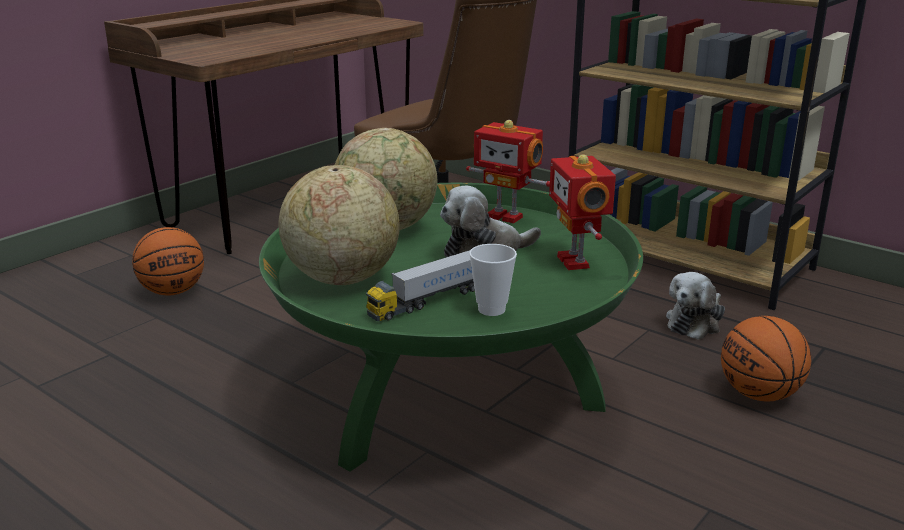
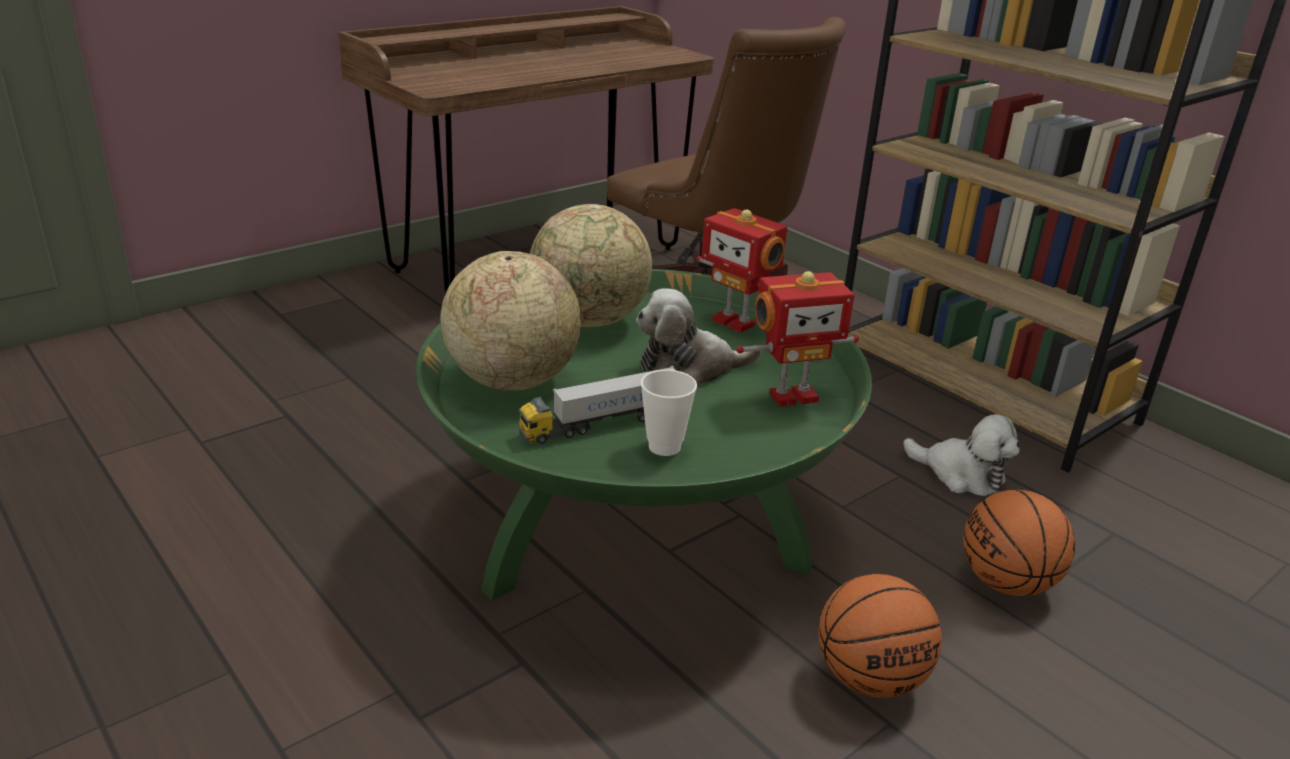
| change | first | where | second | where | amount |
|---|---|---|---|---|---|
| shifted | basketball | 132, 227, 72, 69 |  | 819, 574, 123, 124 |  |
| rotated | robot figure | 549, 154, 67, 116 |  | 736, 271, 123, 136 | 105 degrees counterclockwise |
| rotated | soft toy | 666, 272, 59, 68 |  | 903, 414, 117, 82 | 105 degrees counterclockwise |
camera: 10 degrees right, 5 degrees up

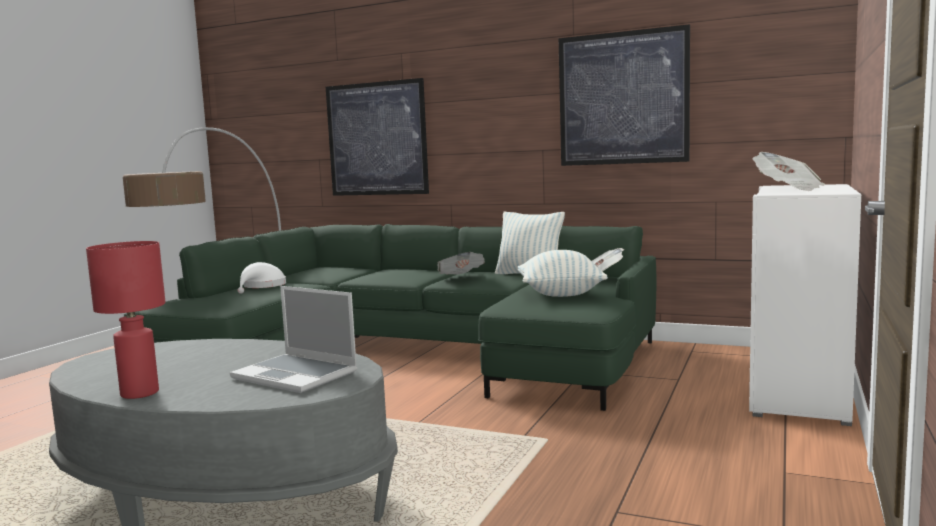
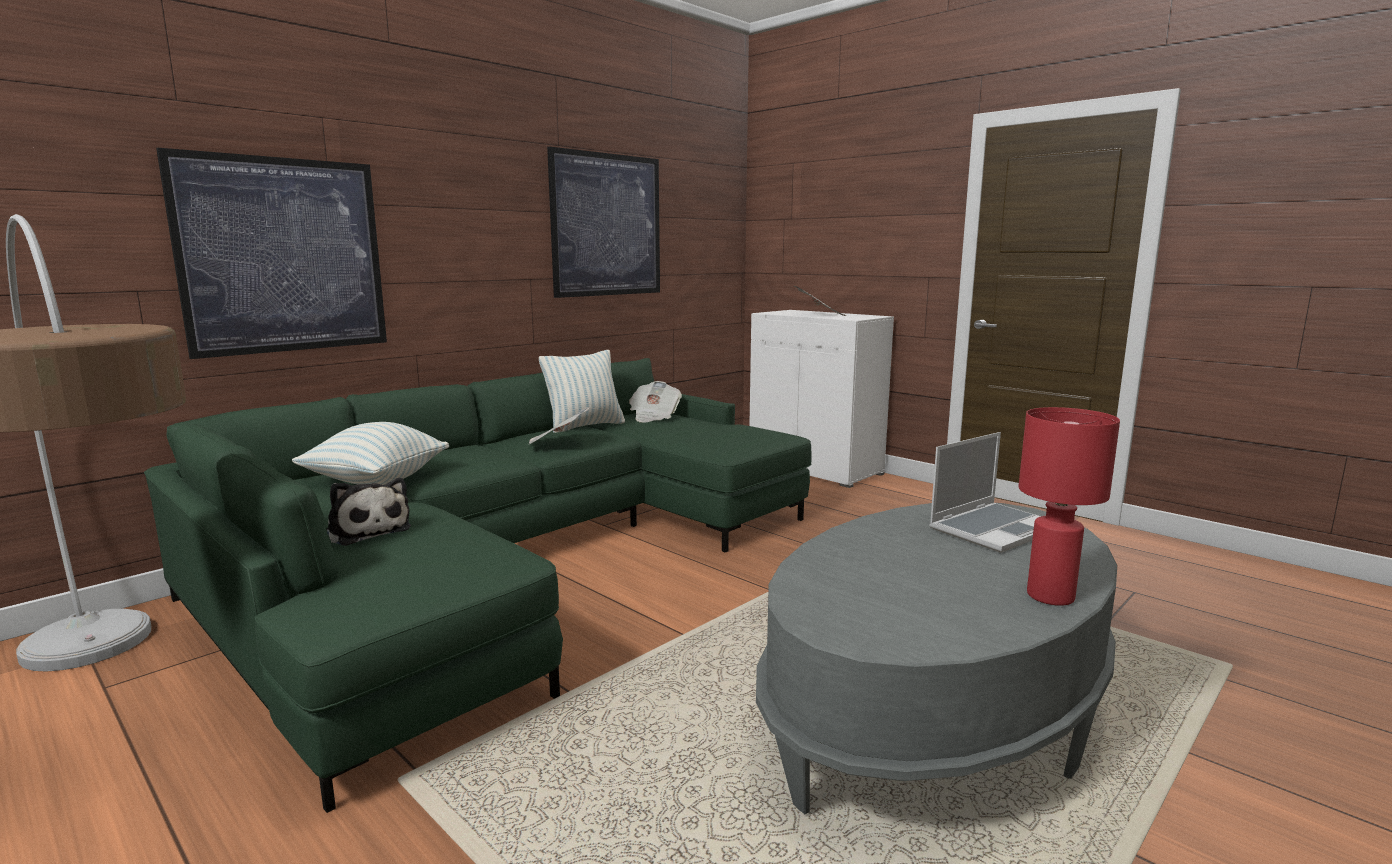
| change | first | where | second | where | amount |
|---|---|---|---|---|---|
| swapped | white wearable hat | 238, 262, 48, 32 | soft toy | 326, 478, 85, 68 |  |
| shifted | throw pillow | 518, 250, 90, 47 |  | 292, 422, 157, 63 |  |
camera: 70 degrees left, 5 degrees up

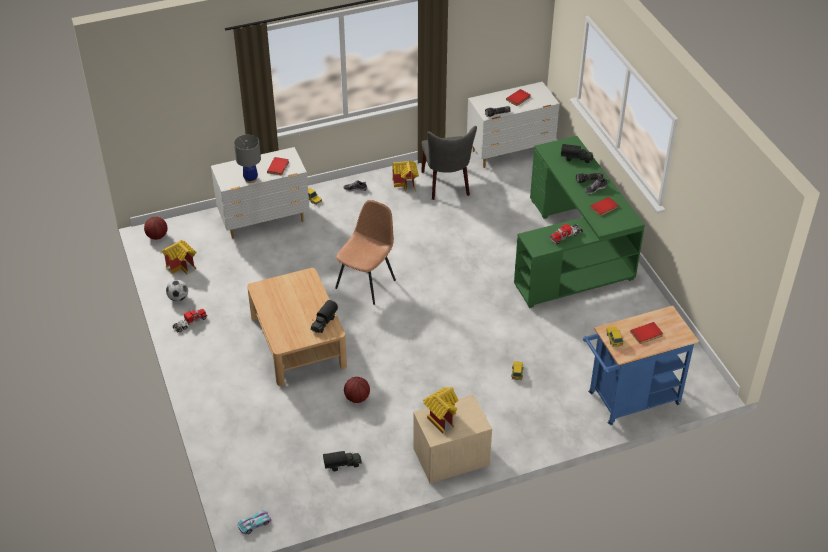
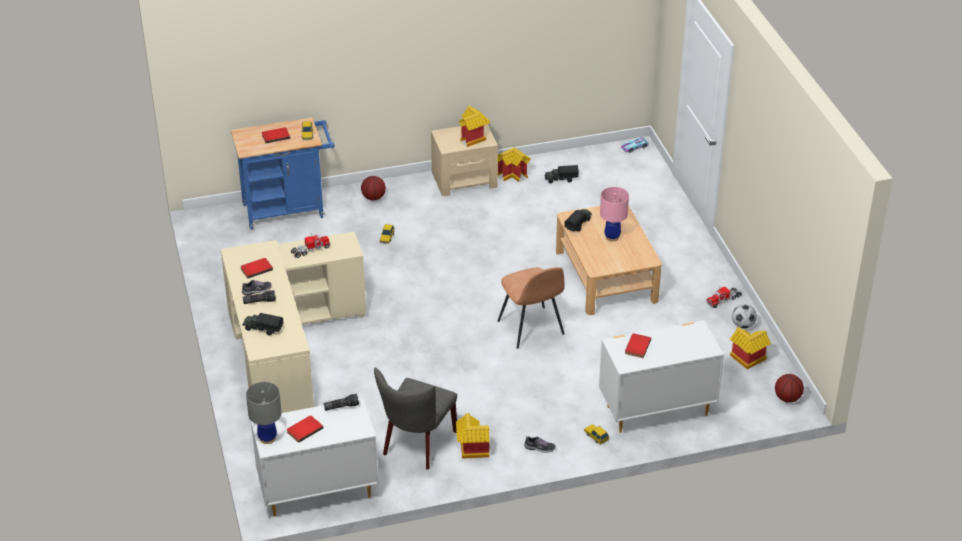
| change | first | where | second | where | amount |
|---|---|---|---|---|---|
| shifted | grey tabletop lamp | 234, 135, 27, 48 |  | 246, 382, 36, 62 |  |
| rotated | brownish chair | 335, 200, 61, 105 |  | 498, 267, 67, 82 | 60 degrees counterclockwise |
| shifted | basketball | 344, 377, 26, 26 |  | 361, 176, 25, 25 |  |
| rotated | grey chair | 421, 126, 56, 74 |  | 374, 368, 83, 102 | 150 degrees counterclockwise |
| repainted | green-coloured desk unit | 514, 136, 131, 172 | beige-coloured desk unit | 221, 231, 145, 182 |  |
| new |  |  | miniature house | 497, 147, 34, 35 |  |
| new |  |  | pink-coloured tabletop lamp | 600, 187, 29, 54 |  |
camera: 175 degrees left, 5 degrees down

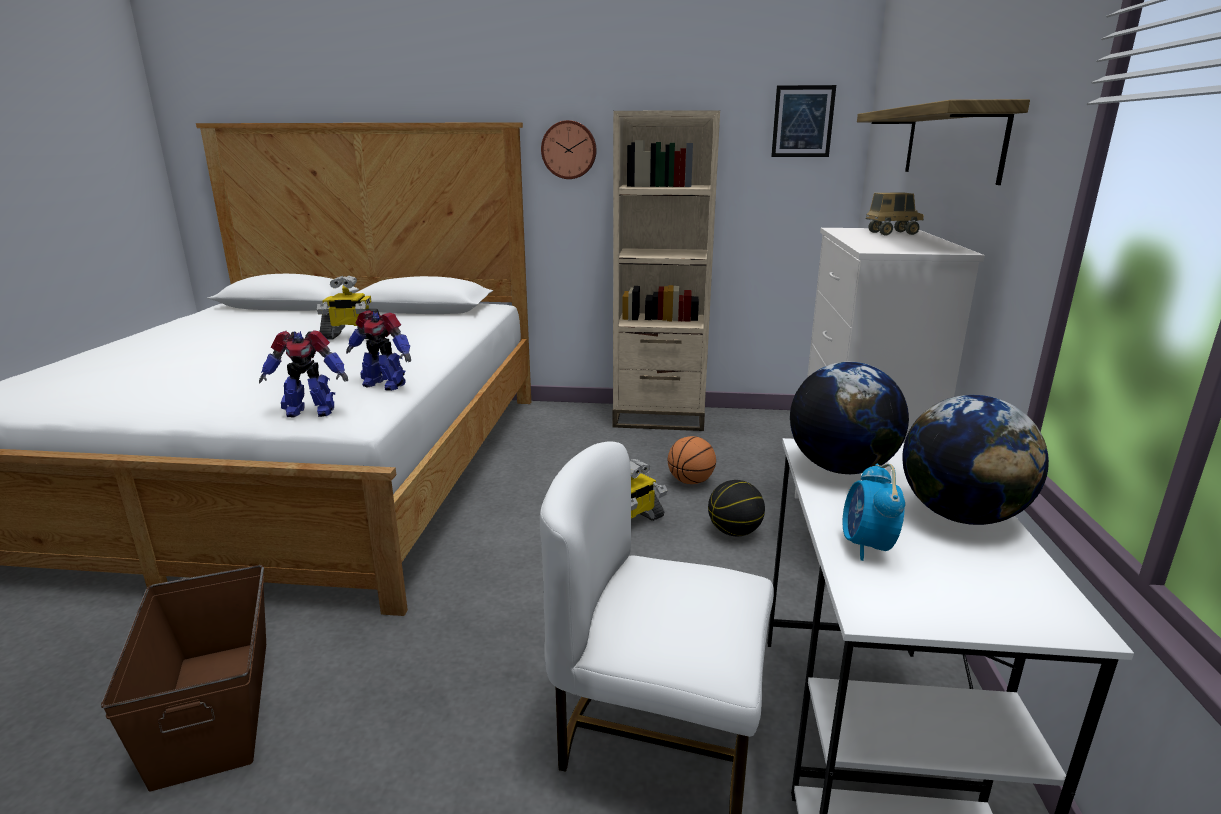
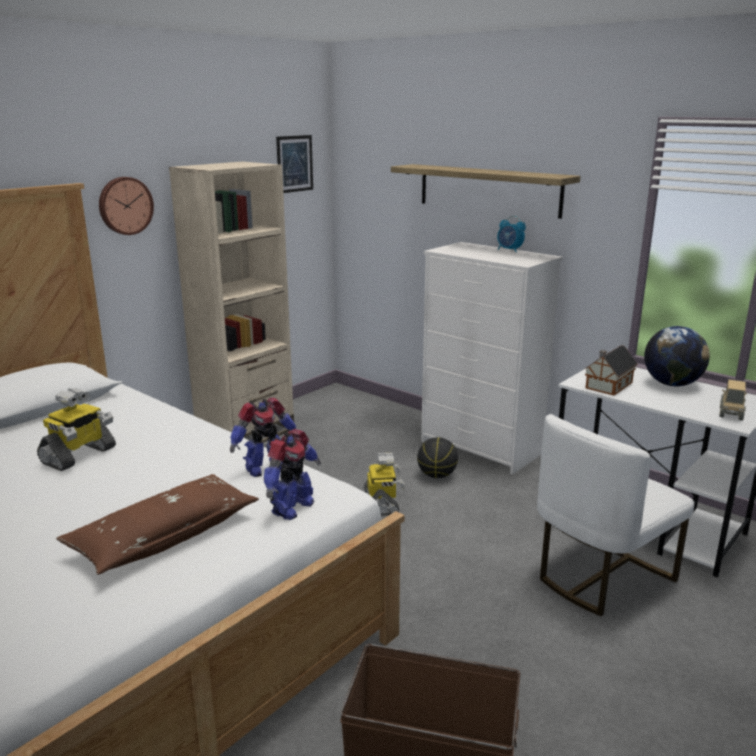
| change | first | where | second | where | amount |
|---|---|---|---|---|---|
| gone | basketball | 668, 436, 48, 48 |  |  |  |
| swapped | desk globe | 790, 362, 119, 112 | miniature house | 584, 345, 54, 50 |  |
| shifted | bedside clock | 842, 463, 63, 98 |  | 497, 216, 29, 36 |  |
| shifted | toy lorry | 866, 192, 58, 43 |  | 719, 379, 28, 41 |  |
| new |  |  | brownish throw pillow | 56, 474, 203, 101 |  |
camera: 55 degrees left, 0 degrees up

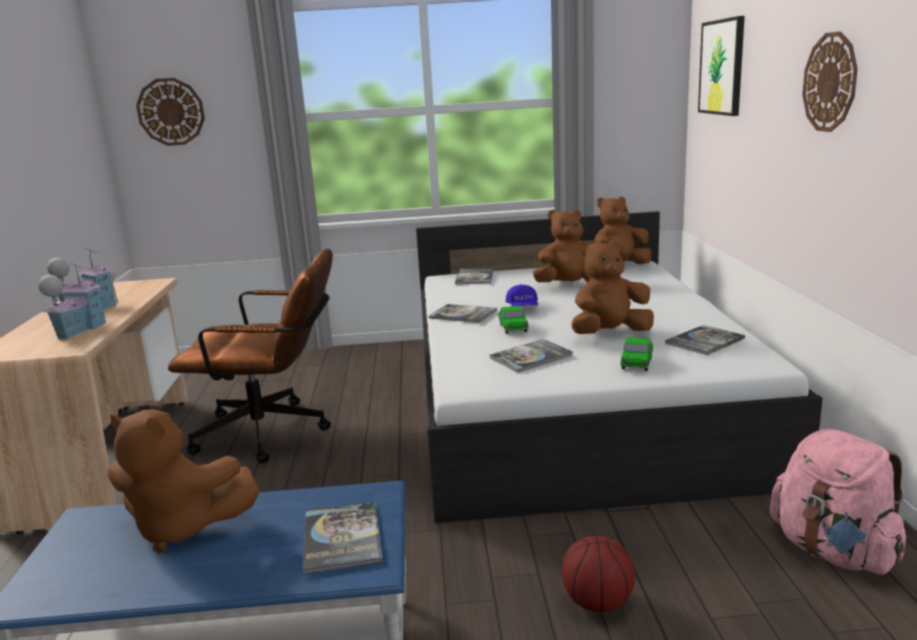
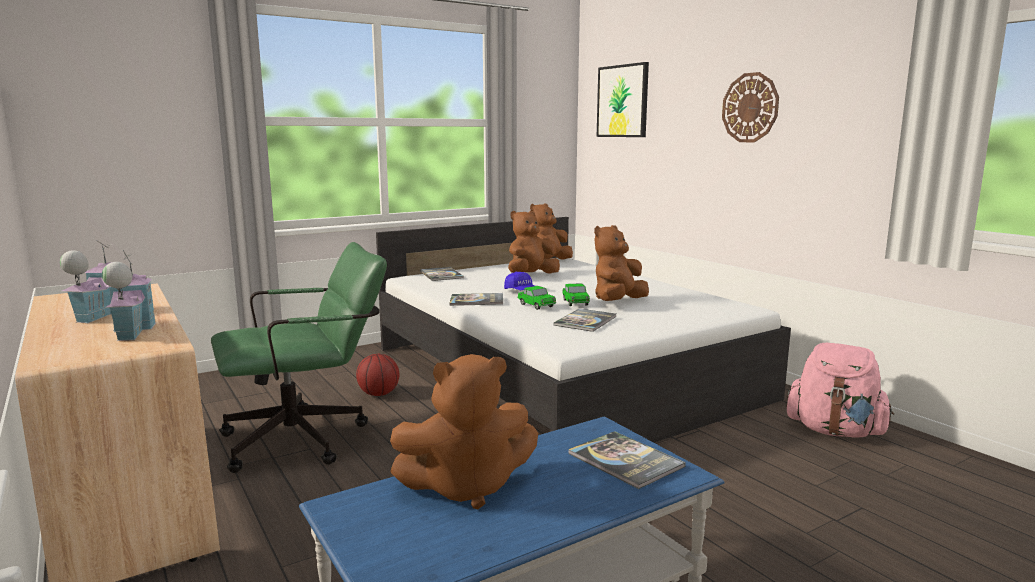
| change | first | where | second | where | amount |
|---|---|---|---|---|---|
| gone | hanging clock | 136, 78, 69, 68 |  |  |  |
| repainted | brownish computer chair | 168, 248, 165, 215 | green-coloured computer chair | 211, 242, 176, 231 |  |
| shifted | basketball | 562, 536, 73, 76 |  | 356, 354, 43, 42 |  |
| shifted | model car | 621, 337, 32, 34 |  | 562, 283, 28, 23 |  |
| gone | volume | 665, 325, 80, 30 |  |  |  |
camera: 30 degrees left, 5 degrees down

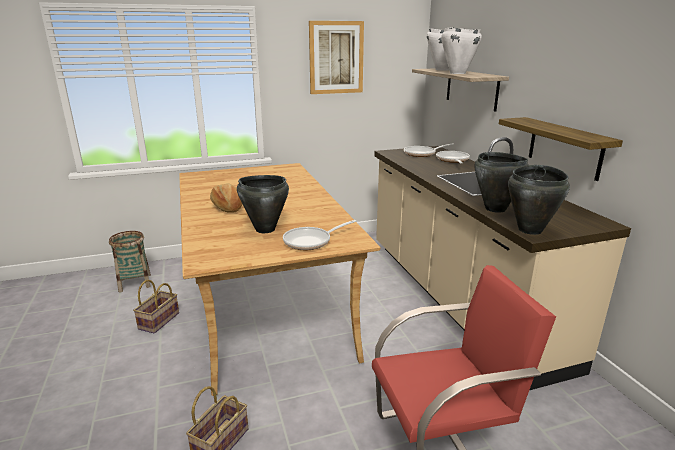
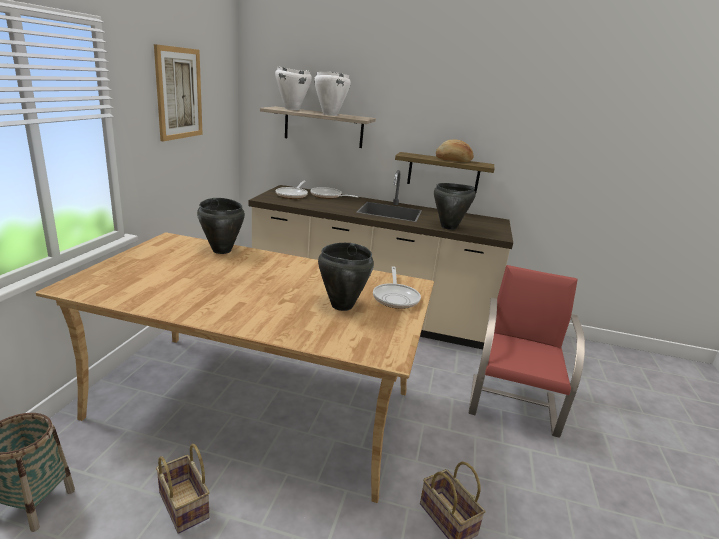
| change | first | where | second | where | amount |
|---|---|---|---|---|---|
| shifted | baked bread | 210, 183, 32, 30 |  | 436, 139, 37, 23 |  |
| shifted | black-coloured stockpot | 508, 165, 62, 70 |  | 197, 198, 48, 56 |  |
camera: 60 degrees left, 0 degrees up

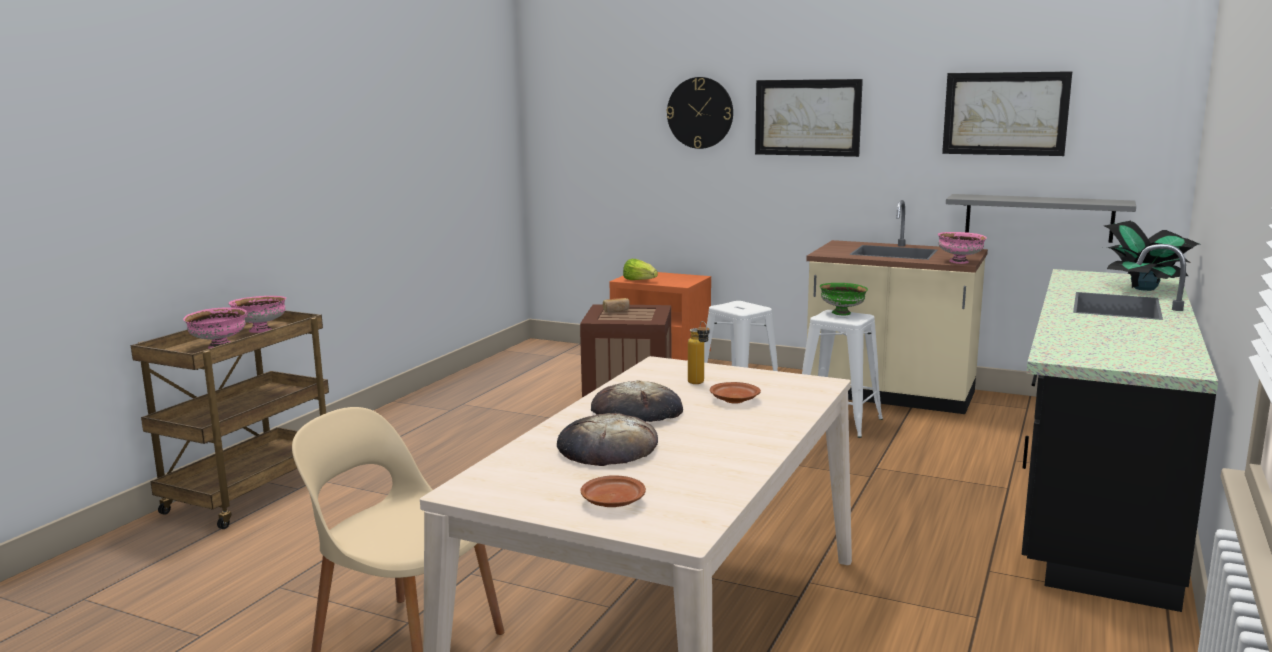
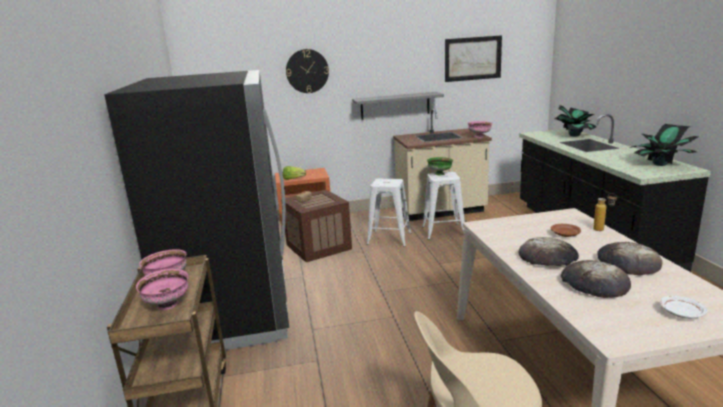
| change | first | where | second | where | amount |
|---|---|---|---|---|---|
| repainted | brownish flat dish | 580, 475, 66, 32 | white flat dish | 660, 296, 48, 23 |  |
| shifted | drink bottle | 688, 321, 22, 63 |  | 593, 193, 24, 38 |  |
| gone | wall art | 755, 79, 108, 78 |  |  |  |
| shifted | grey bracket shelf | 946, 194, 190, 49 |  | 352, 92, 92, 28 |  |
| new |  |  | black-coloured kitchen fridge | 104, 70, 185, 280 |  |
| new |  |  | baked bread | 597, 242, 65, 33 |  |
| new |  |  | plant in a pot | 630, 124, 68, 42 |  |
camera: 35 degrees left, 5 degrees up

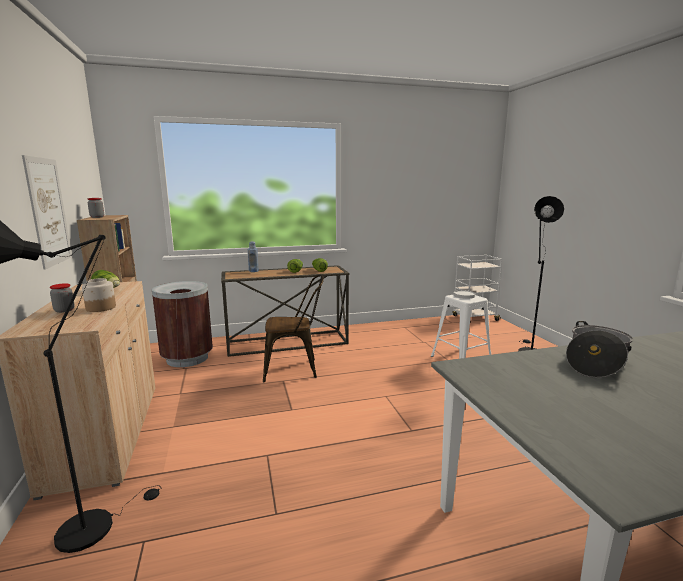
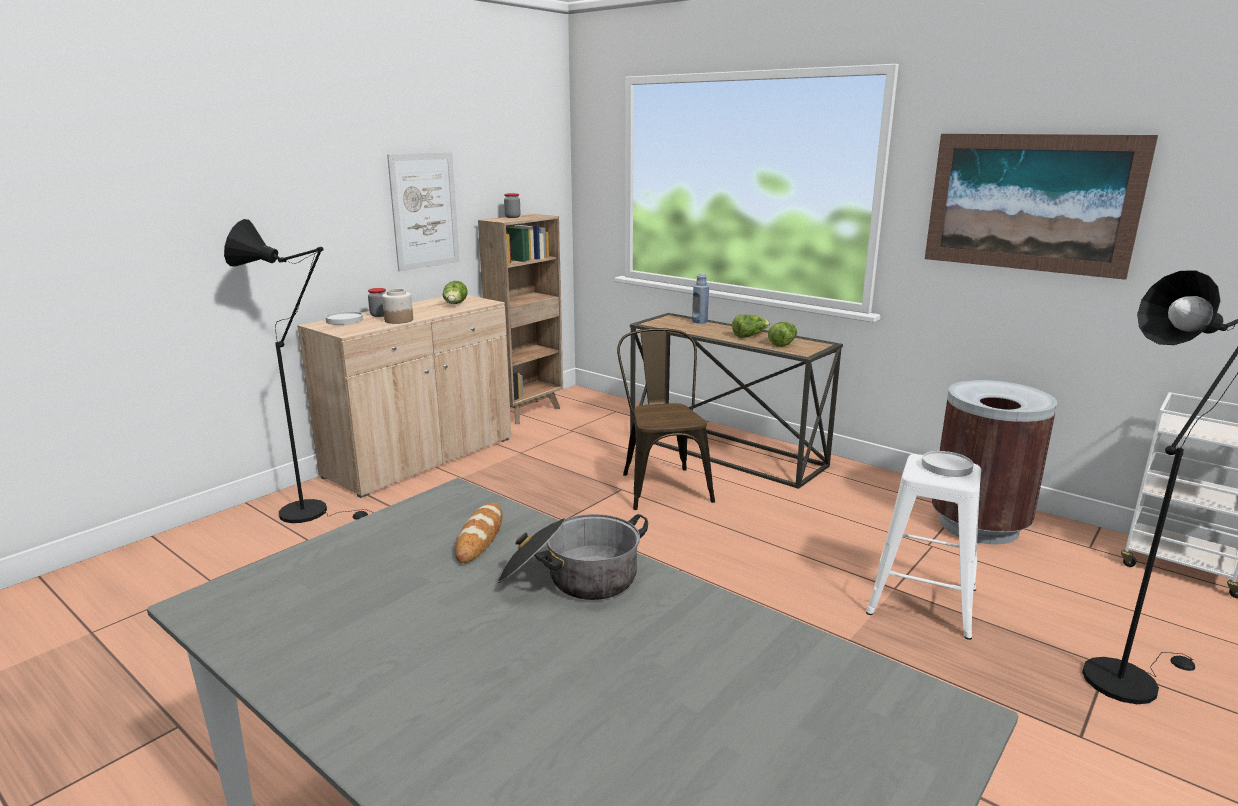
| change | first | where | second | where | amount |
|---|---|---|---|---|---|
| shifted | brownish rubbish bin | 152, 281, 61, 86 |  | 932, 380, 125, 164 |  |
| rotated | brownish chair | 263, 274, 61, 108 |  | 617, 328, 98, 182 | 150 degrees counterclockwise |
| new |  |  | white flat dish | 326, 312, 37, 13 |  |
| new |  |  | baked bread | 455, 503, 48, 60 |  |
| new |  |  | wall art | 925, 134, 233, 146 |  |
camera: 55 degrees right, 5 degrees up

